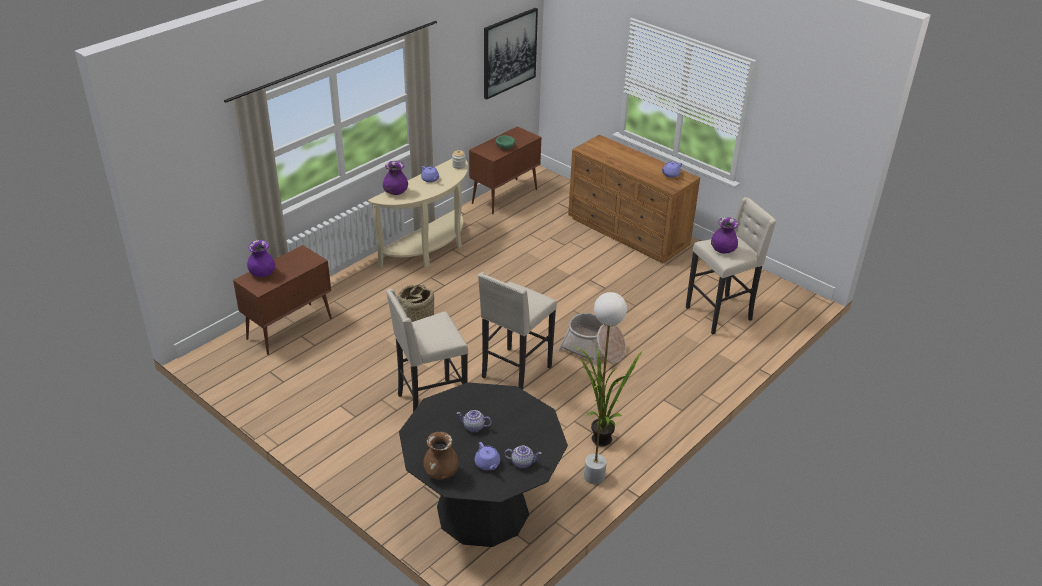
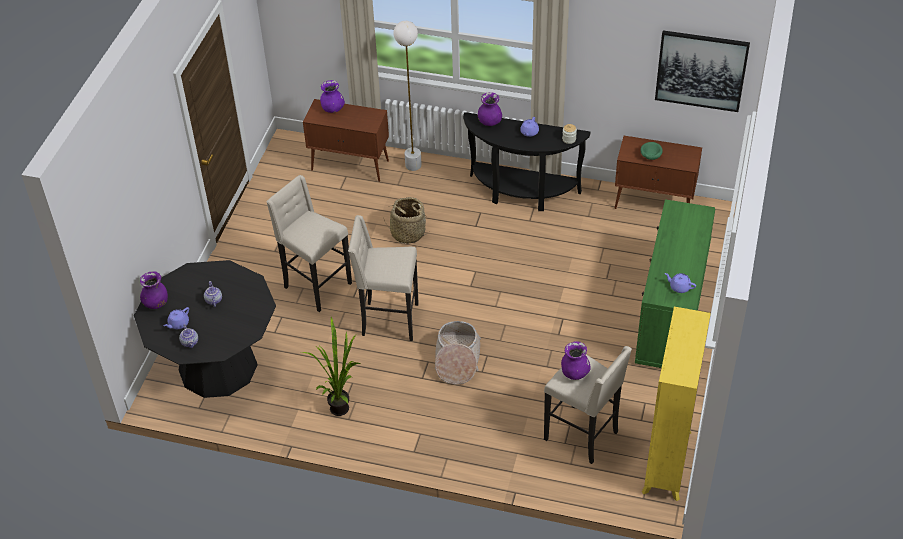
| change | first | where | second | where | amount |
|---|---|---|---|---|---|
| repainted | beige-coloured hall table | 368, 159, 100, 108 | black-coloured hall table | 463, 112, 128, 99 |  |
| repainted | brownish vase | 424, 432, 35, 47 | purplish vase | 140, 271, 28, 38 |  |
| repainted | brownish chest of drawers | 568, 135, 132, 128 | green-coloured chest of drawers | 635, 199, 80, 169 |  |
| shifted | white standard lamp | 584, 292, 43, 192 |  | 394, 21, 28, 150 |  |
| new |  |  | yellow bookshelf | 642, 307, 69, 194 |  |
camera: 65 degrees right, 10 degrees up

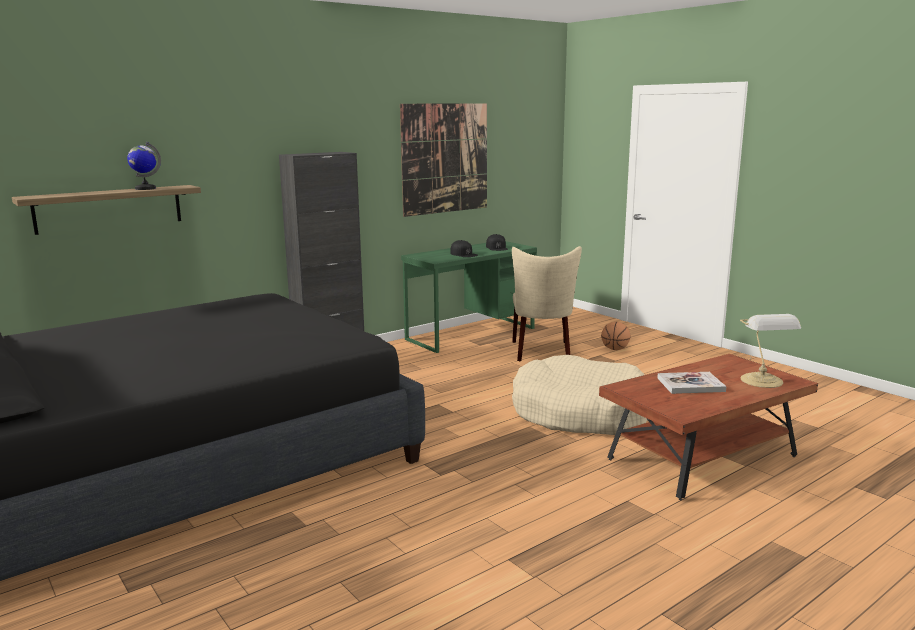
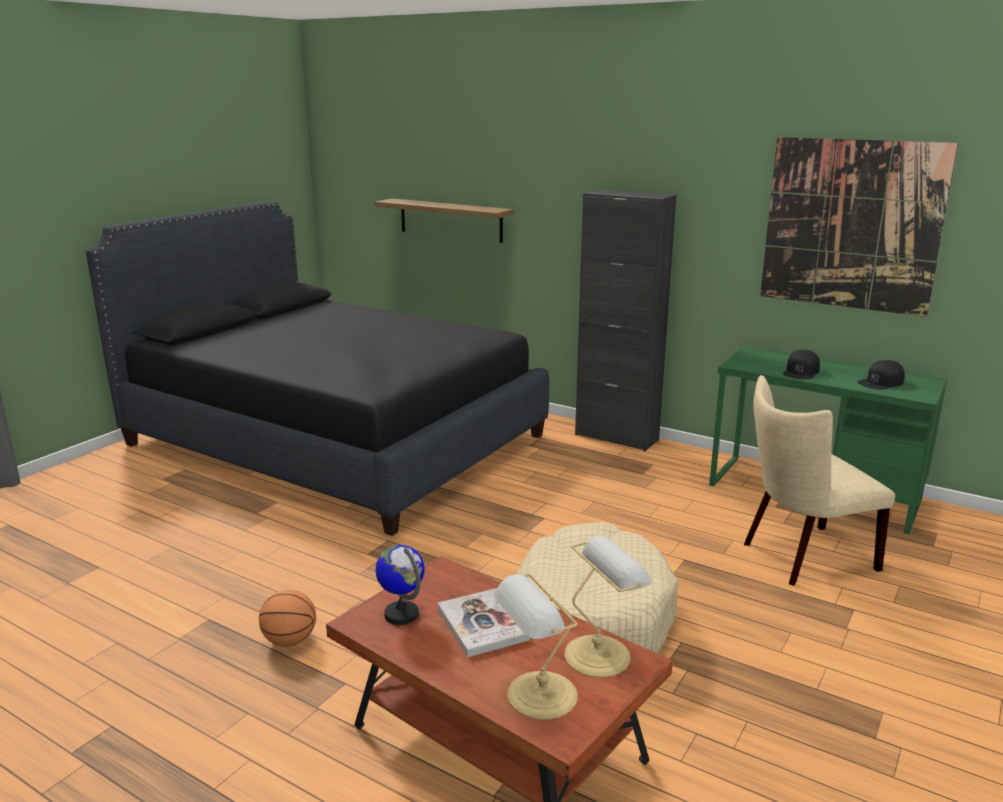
| change | first | where | second | where | amount |
|---|---|---|---|---|---|
| shifted | desk globe | 127, 142, 34, 48 |  | 376, 545, 49, 80 |  |
| shifted | basketball | 601, 322, 30, 28 |  | 259, 590, 57, 57 |  |
| new |  |  | tabletop lamp | 564, 536, 88, 141 |  |
camera: 70 degrees right, 5 degrees up

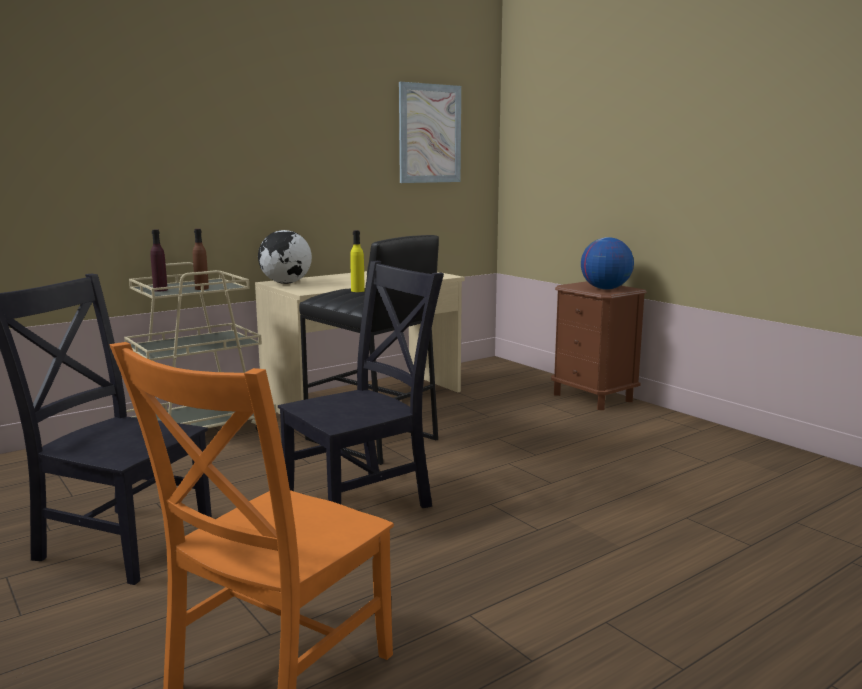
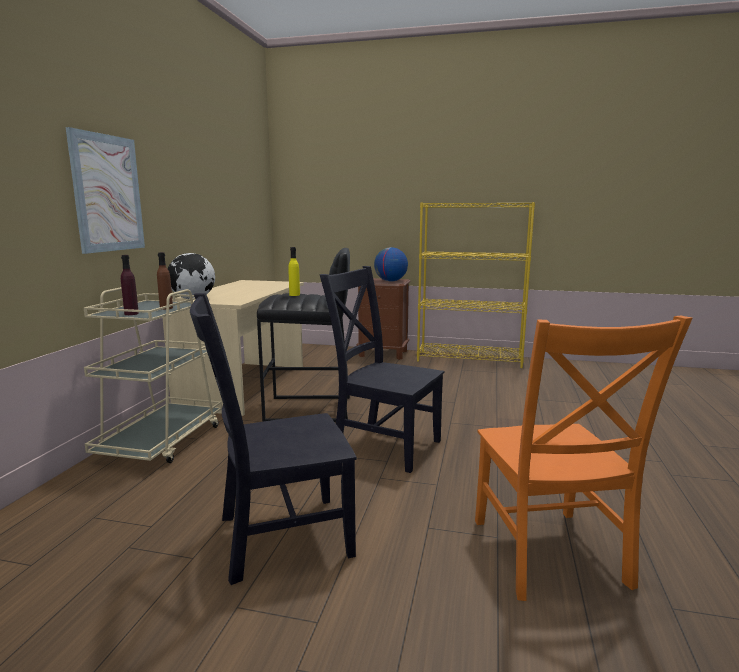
| change | first | where | second | where | amount |
|---|---|---|---|---|---|
| rotated | black-coloured chair | 278, 261, 166, 247 |  | 320, 266, 124, 207 | 75 degrees counterclockwise |
| shifted | wall art | 399, 82, 62, 101 |  | 66, 127, 79, 127 |  |
| new |  |  | yellow bookshelf | 417, 202, 118, 166 |  |
camera: 40 degrees left, 0 degrees up

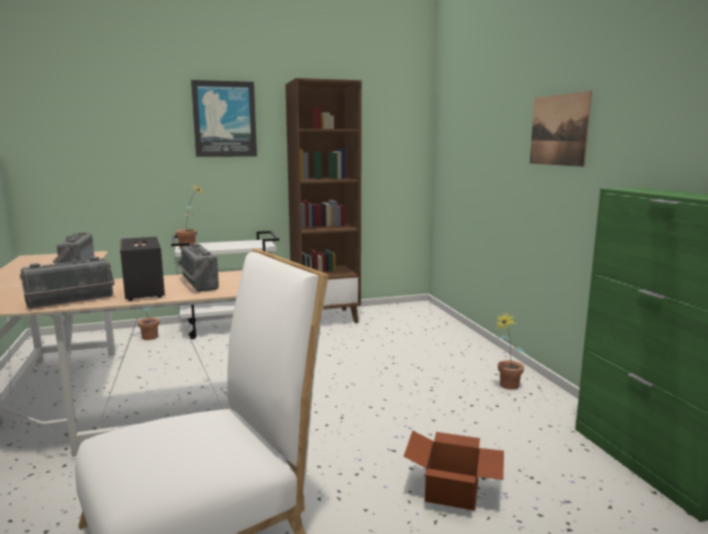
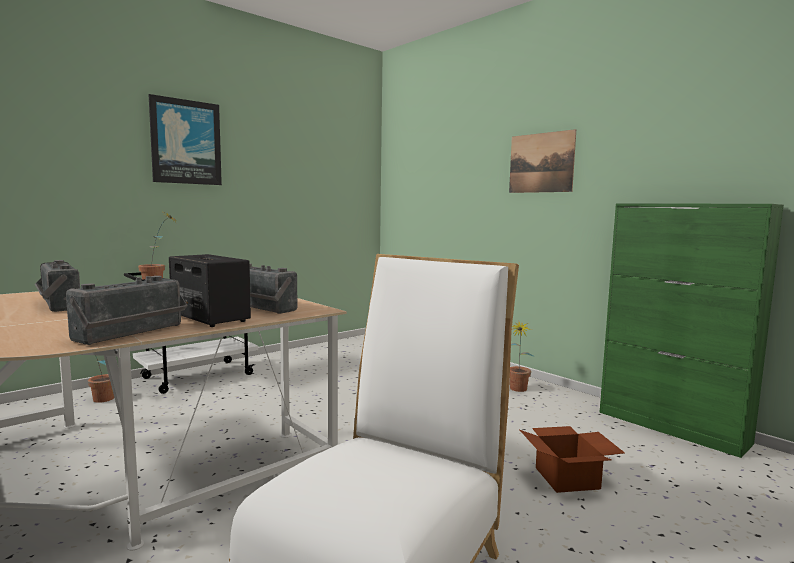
| change | first | where | second | where | amount |
|---|---|---|---|---|---|
| gone | brownish bookshelf | 285, 78, 77, 245 |  |  |  |
camera: 25 degrees left, 5 degrees down

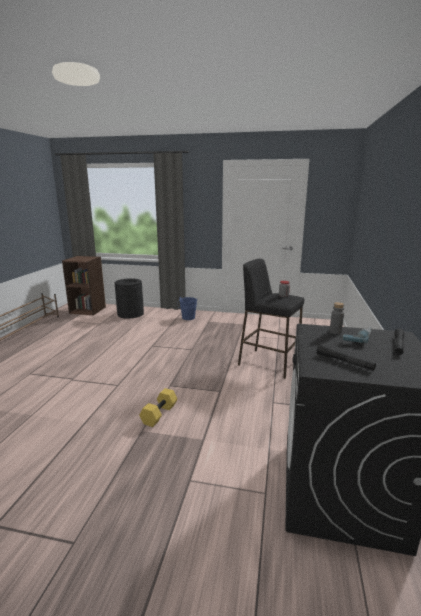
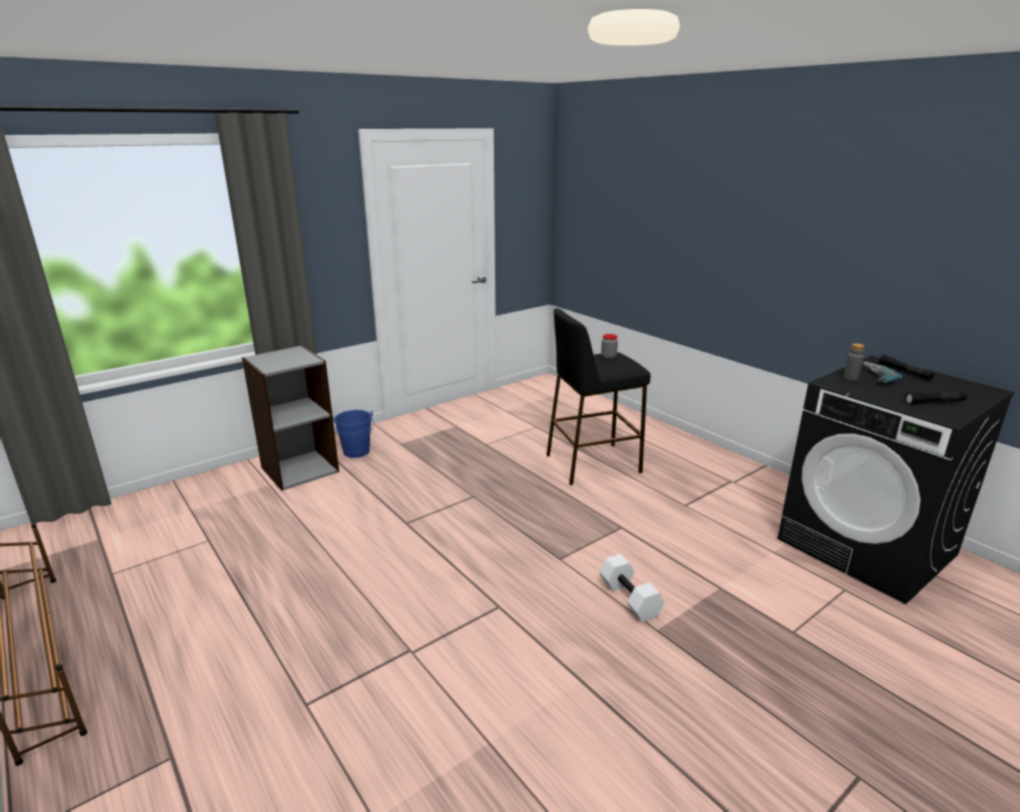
| change | first | where | second | where | amount |
|---|---|---|---|---|---|
| gone | brownish bookshelf | 62, 256, 44, 59 |  |  |  |
| gone | black-coloured rubbish bin | 115, 278, 29, 41 |  |  |  |
| repainted | yellow dumbbell | 139, 388, 38, 39 | white dumbbell | 599, 554, 66, 68 |  |
| new |  |  | grey bookshelf | 242, 345, 97, 146 |  |
camera: 50 degrees left, 5 degrees up

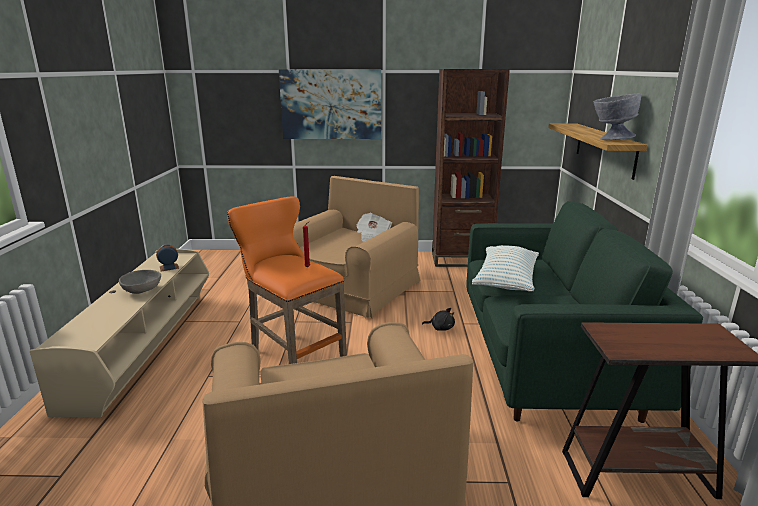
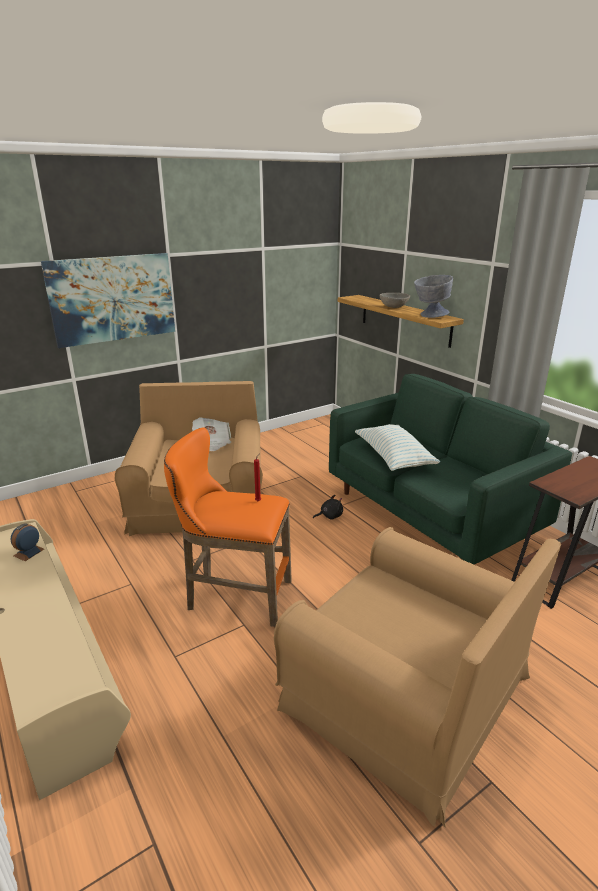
| change | first | where | second | where | amount |
|---|---|---|---|---|---|
| shifted | grey bowl | 119, 270, 42, 24 |  | 380, 293, 30, 15 |  |
| gone | brownish bookshelf | 432, 69, 78, 198 |  |  |  |
camera: 35 degrees left, 5 degrees up

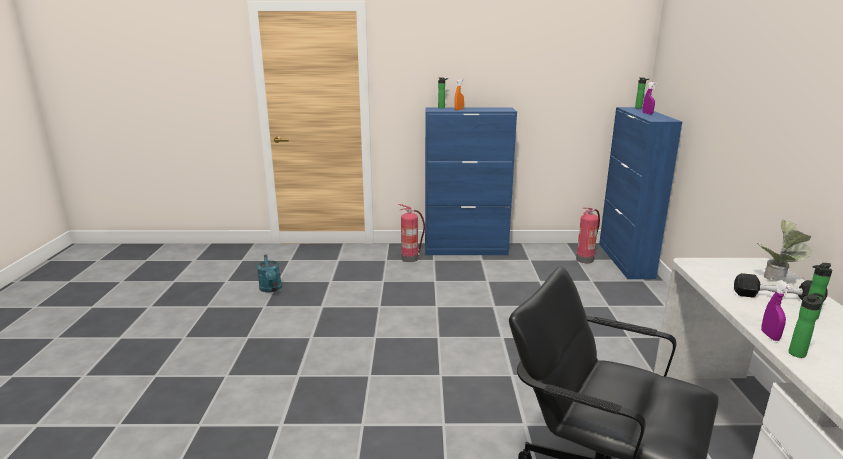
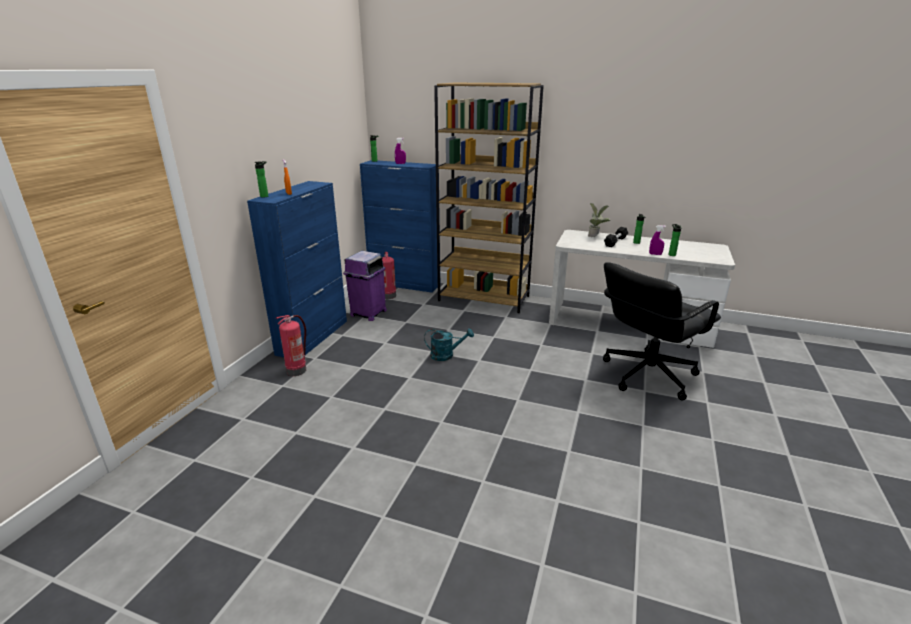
| change | first | where | second | where | amount |
|---|---|---|---|---|---|
| shifted | turquoise-coloured watering can | 257, 255, 25, 37 |  | 424, 328, 50, 33 |  |
| new |  |  | purplish rubbish bin | 343, 251, 44, 70 |  |
| new |  |  | brownish bookshelf | 434, 83, 110, 230 |  |
camera: 70 degrees left, 5 degrees up

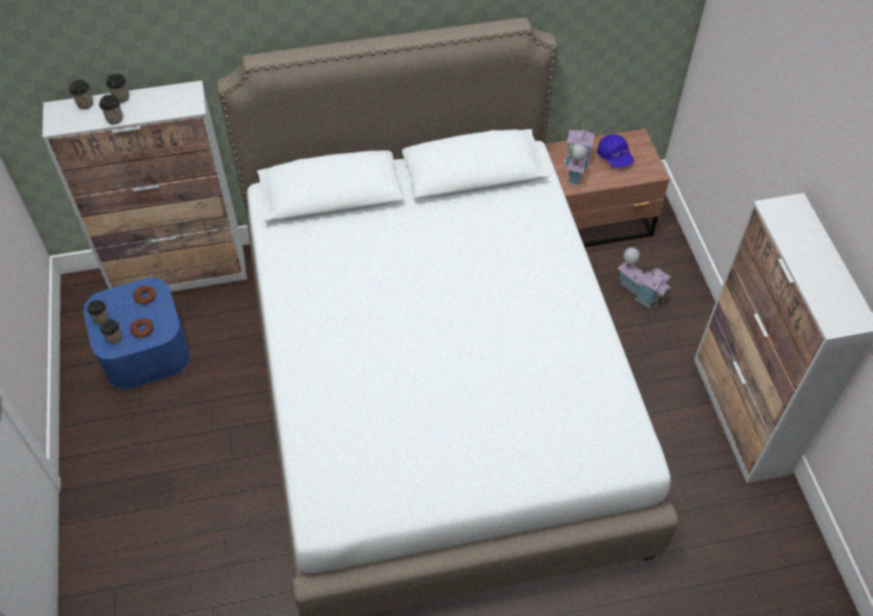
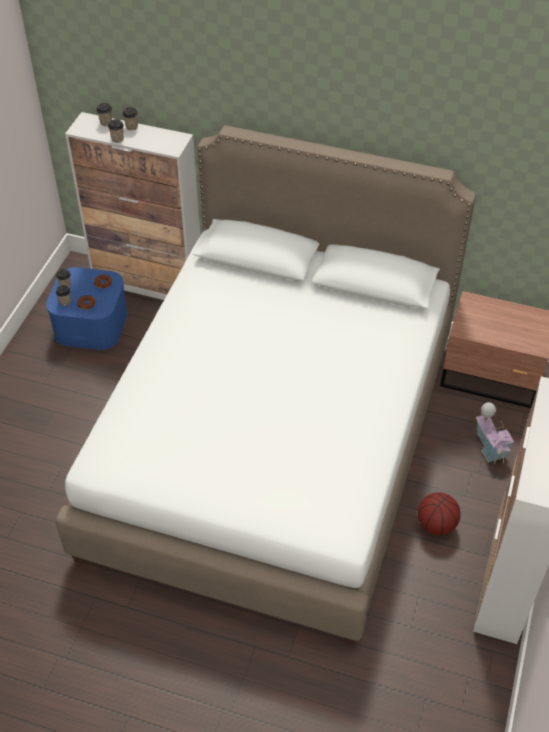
| change | first | where | second | where | amount |
|---|---|---|---|---|---|
| gone | miniature house | 564, 121, 30, 65 |  |  |  |
| gone | bluish cap | 597, 134, 37, 34 |  |  |  |
| new |  |  | basketball | 418, 492, 43, 43 |  |
camera: 30 degrees right, 5 degrees down

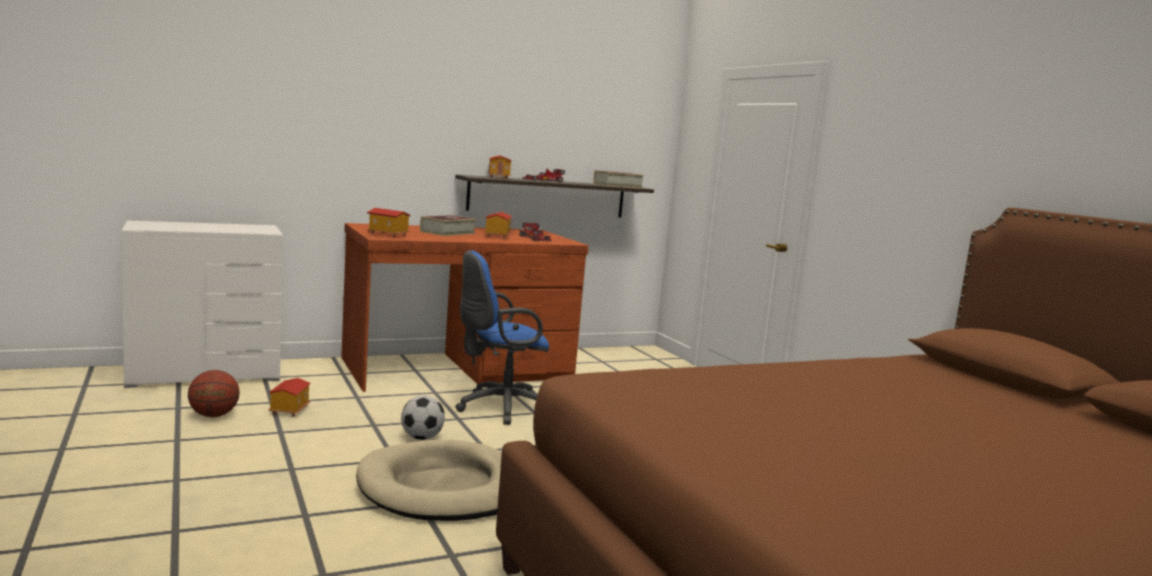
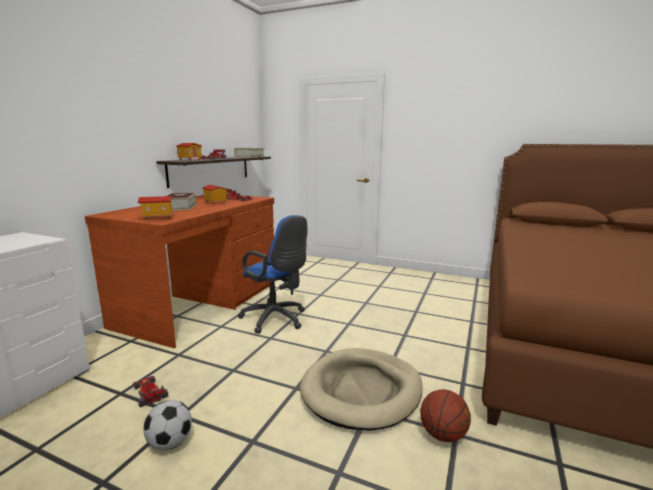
| change | first | where | second | where | amount |
|---|---|---|---|---|---|
| shifted | basketball | 188, 370, 52, 47 |  | 420, 389, 51, 53 |  |
| swapped | miniature house | 268, 378, 43, 39 | model car | 133, 376, 36, 31 |  |
| shifted | football | 401, 395, 44, 45 |  | 143, 400, 49, 50 |  |
| rotated | bluish computer chair | 455, 250, 94, 175 |  | 238, 215, 69, 119 | 75 degrees counterclockwise |
camera: 40 degrees left, 5 degrees up

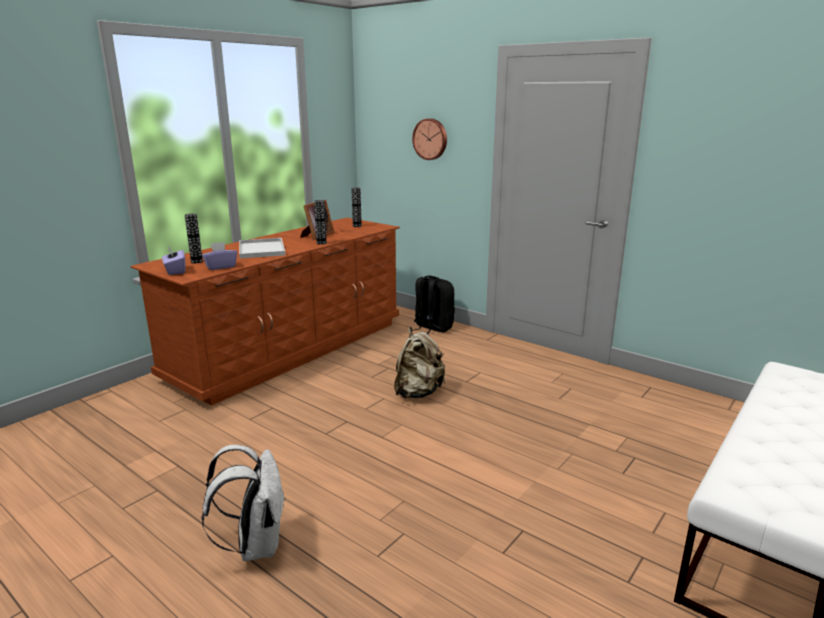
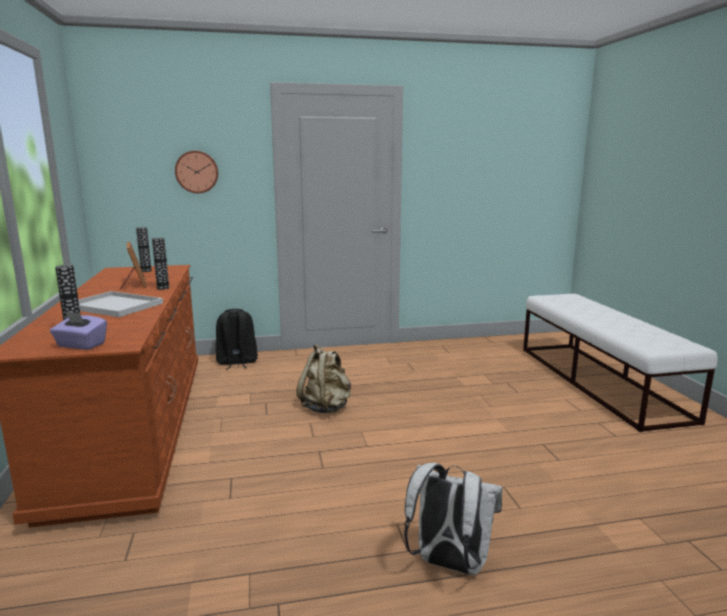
| change | first | where | second | where | amount |
|---|---|---|---|---|---|
| gone | purplish tissue box | 202, 242, 35, 28 |  |  |  |
camera: 50 degrees left, 5 degrees down

